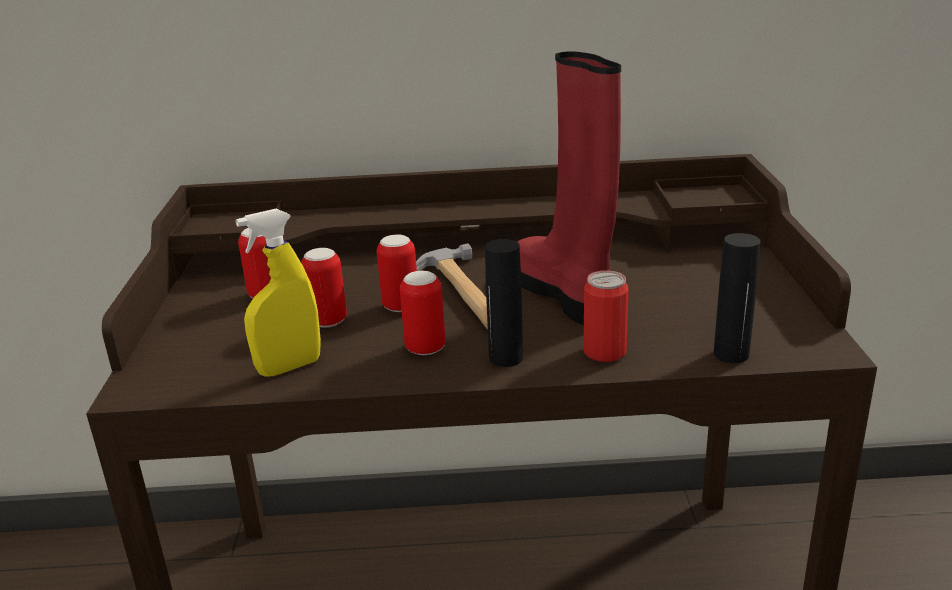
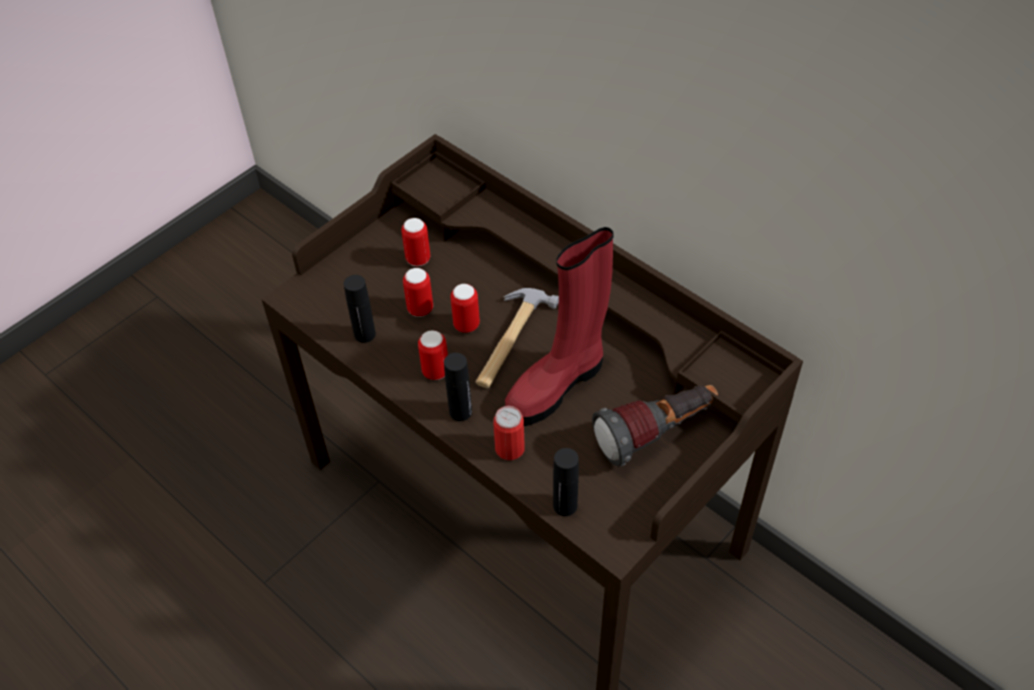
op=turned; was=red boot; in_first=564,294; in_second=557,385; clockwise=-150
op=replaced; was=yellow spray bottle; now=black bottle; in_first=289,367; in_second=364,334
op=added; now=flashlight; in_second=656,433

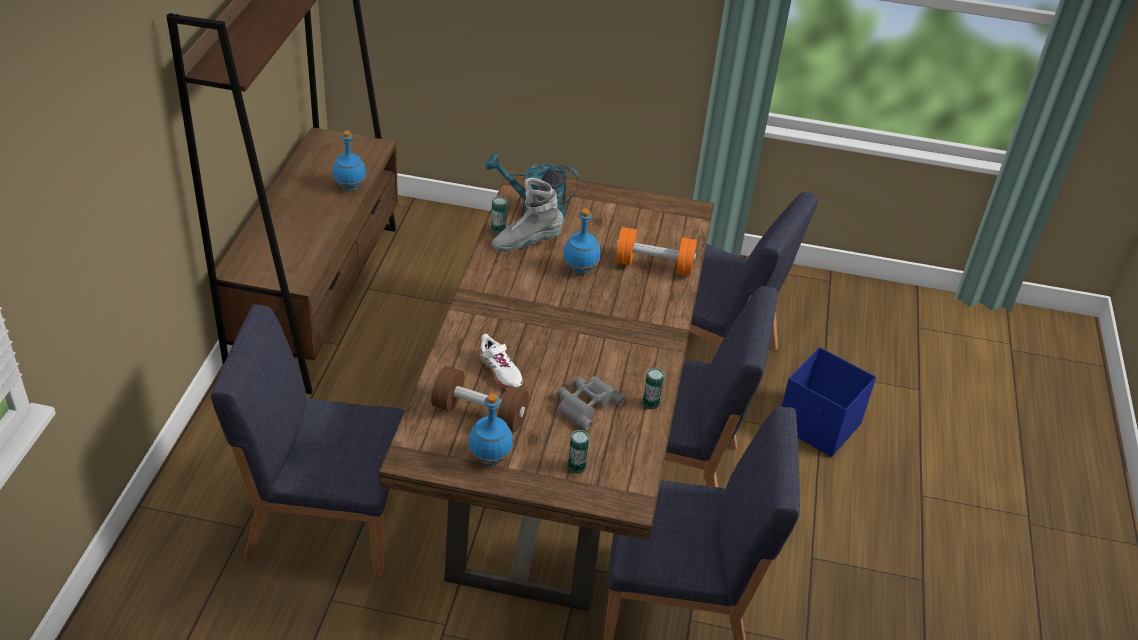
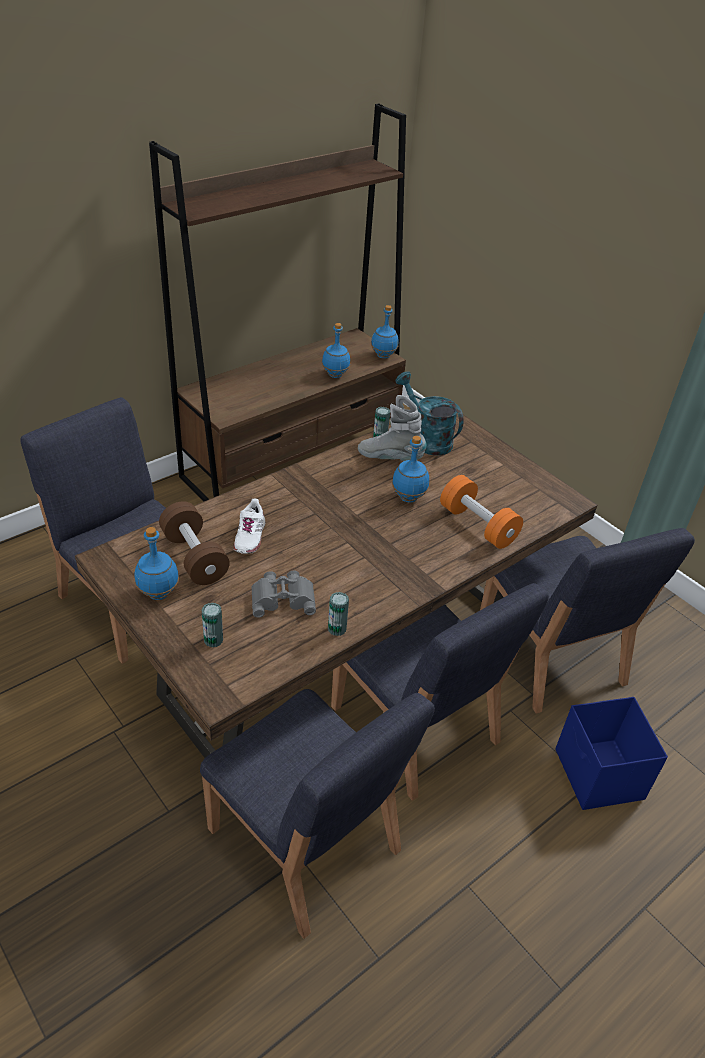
op=added; now=blue bottle; in_second=383,356

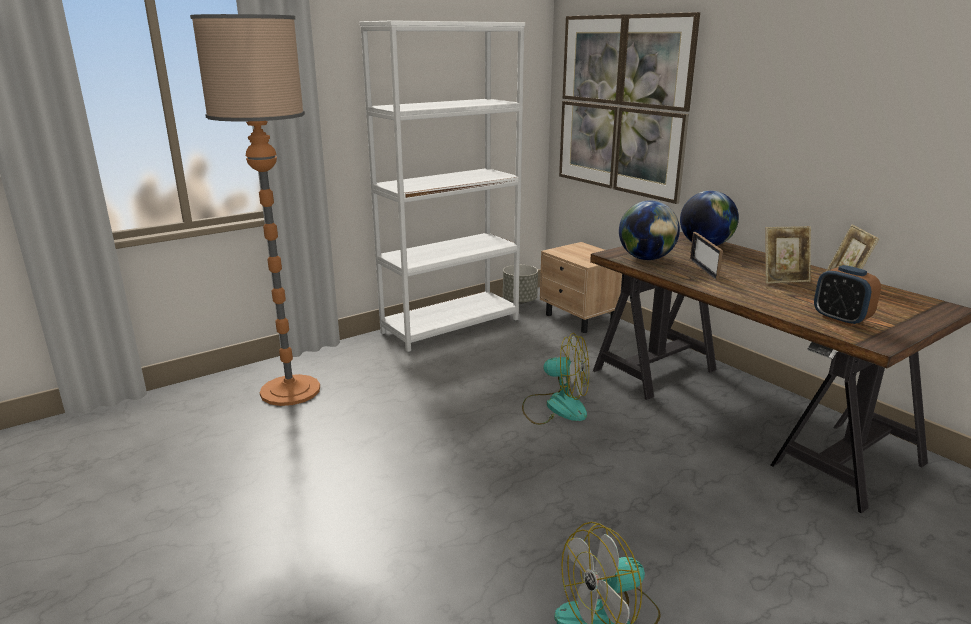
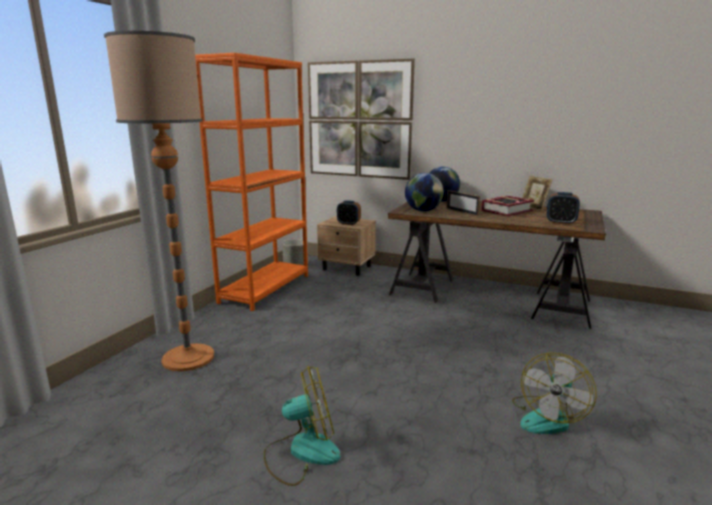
op=recoloured; was=white bookcase; now=orange bookcase; in_first=451,325; in_second=265,288
op=replaced; was=picture frame; now=book; in_first=783,280; in_second=506,210
op=moved; was=fan; in_first=556,407; in_second=302,452
op=added; now=alarm clock; in_second=348,223

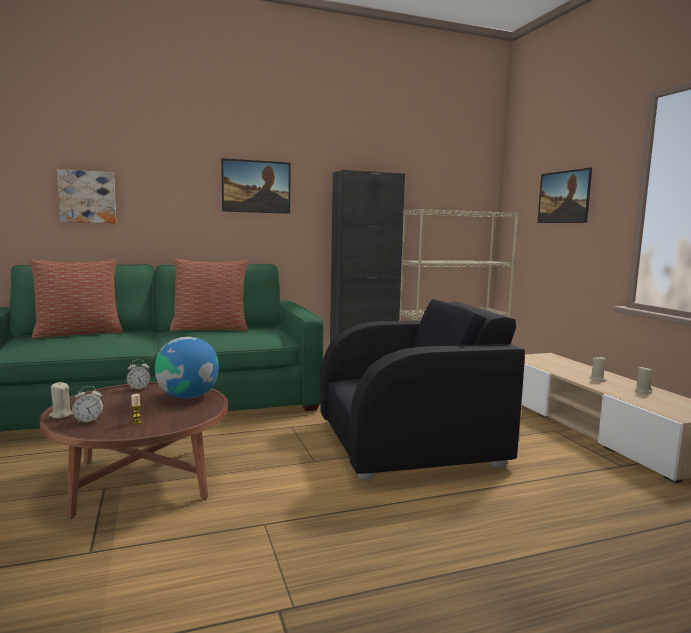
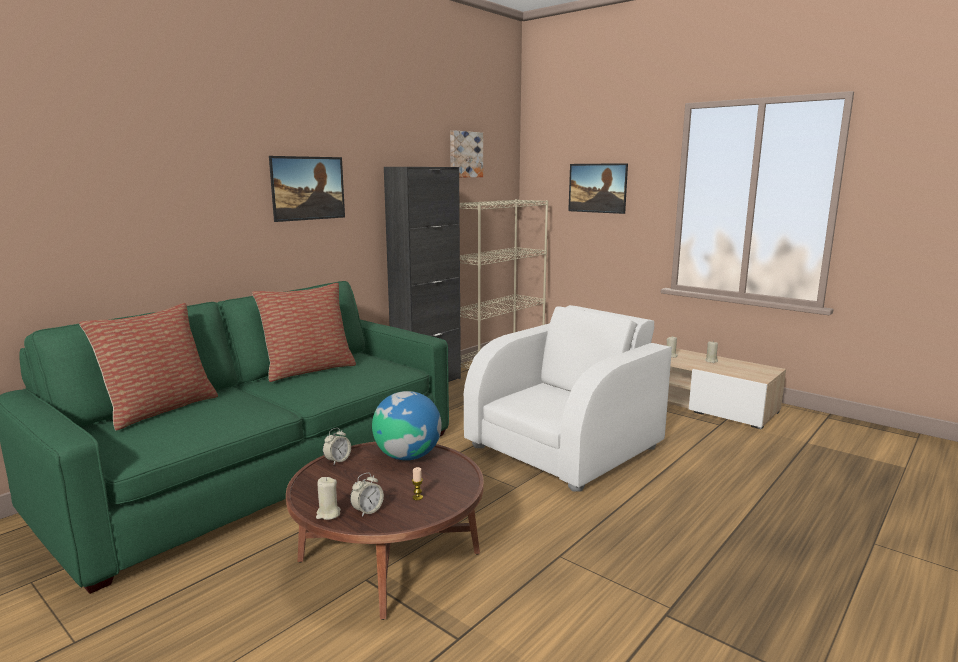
op=moved; was=picture; in_first=87,197; in_second=465,154
op=recoloured; was=black armchair; now=white armchair; in_first=410,443; in_second=565,446

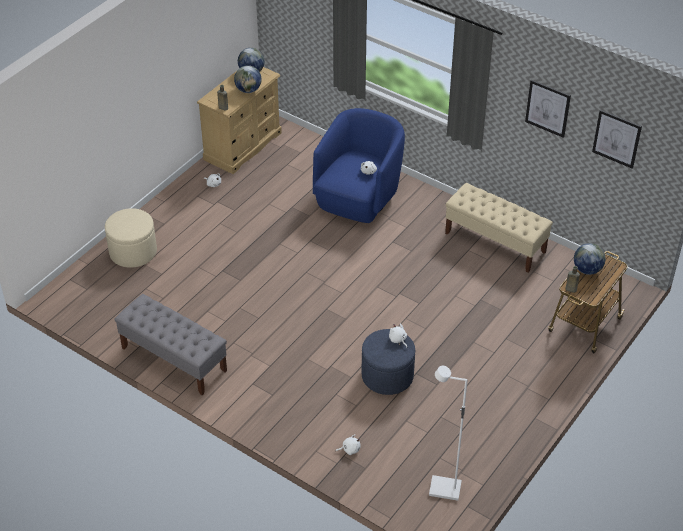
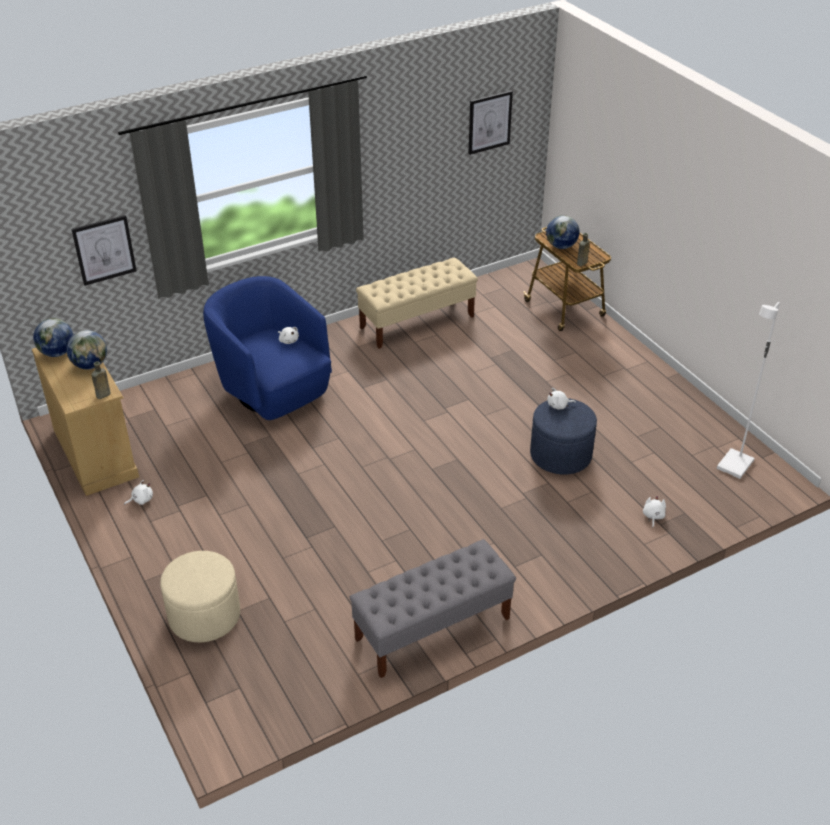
op=moved; was=picture; in_first=548,108; in_second=104,250

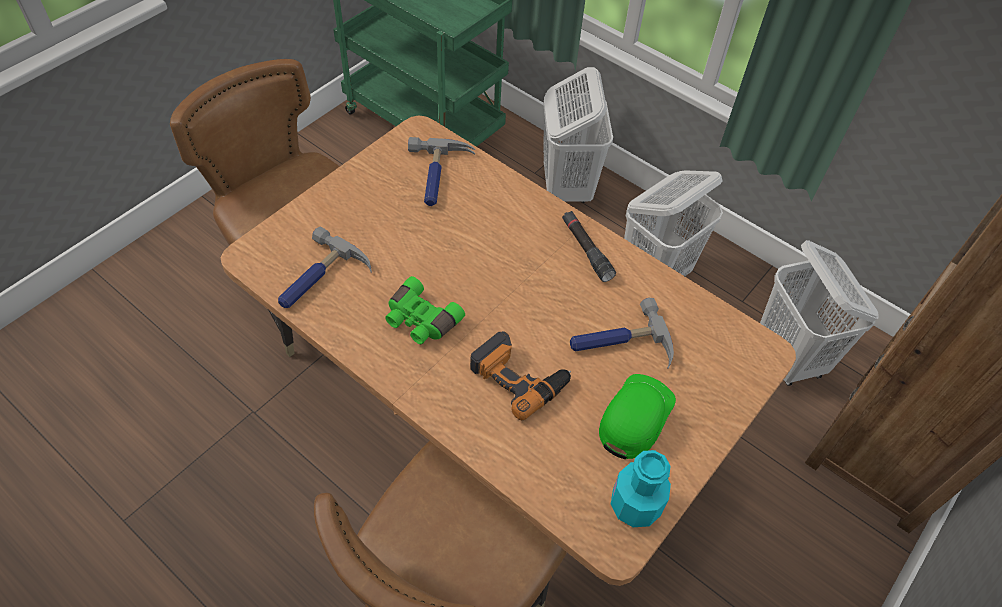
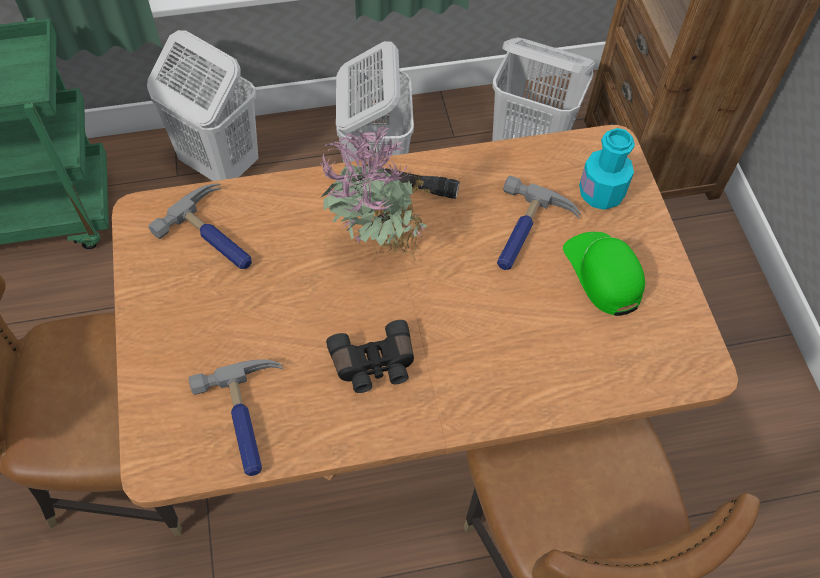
op=recoloured; was=green binoculars; now=black binoculars; in_first=420,320; in_second=374,365
op=removed; was=power drill; in_first=519,377
op=moved; was=turquoise bottle; in_first=635,505; in_second=601,193
op=added; now=potted plant; in_second=377,249

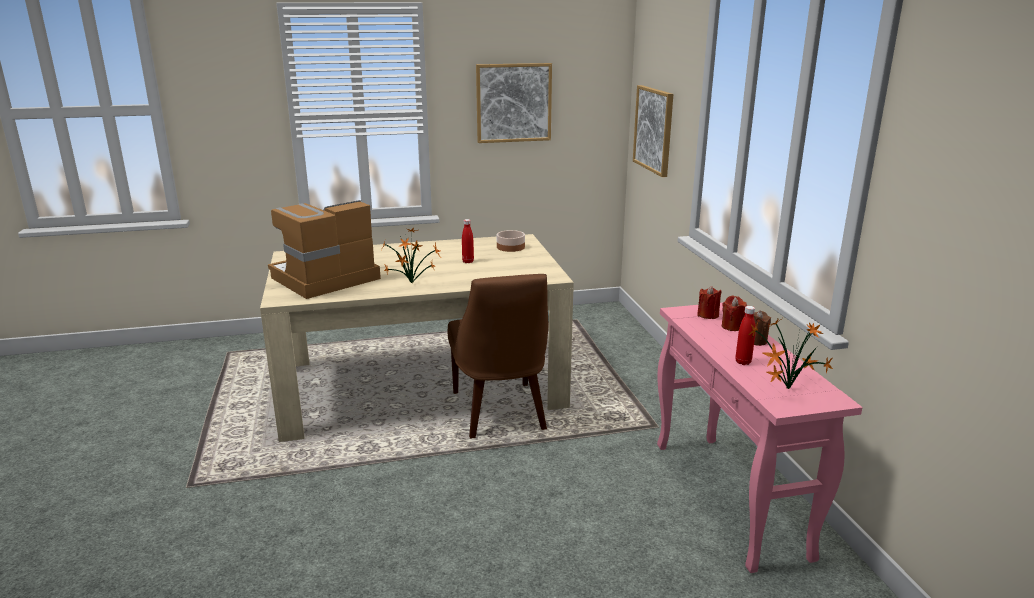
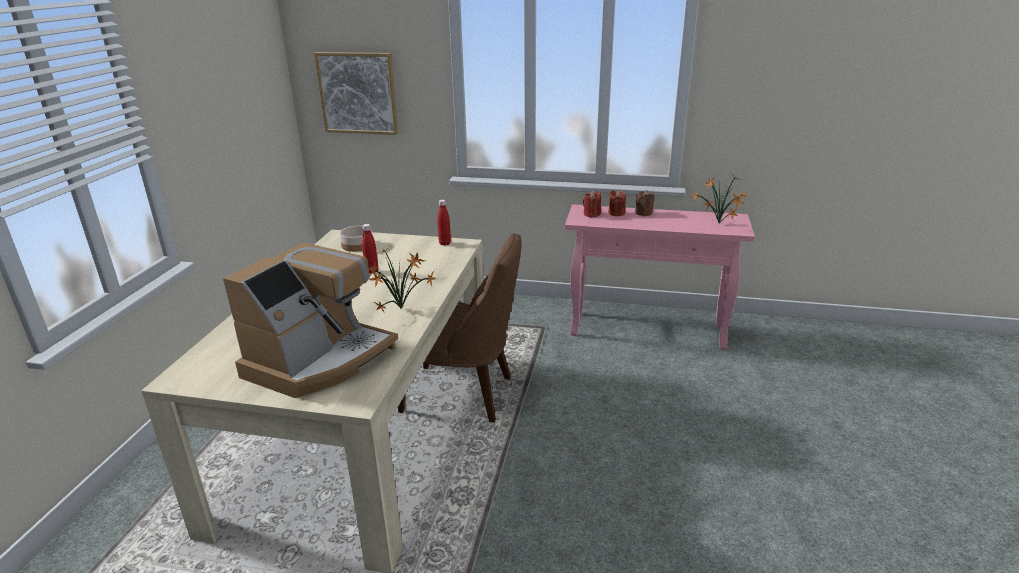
op=removed; was=picture; in_first=513,103
op=turned; was=coffee machine; in_first=324,279; in_second=320,360; clockwise=-135
op=moved; was=red bottle; in_first=743,362; in_second=445,243

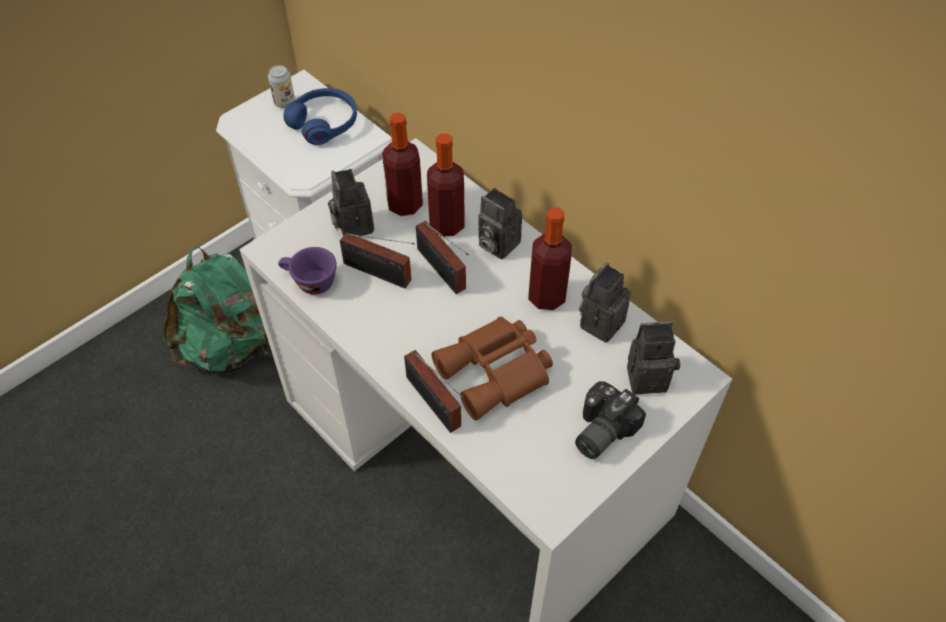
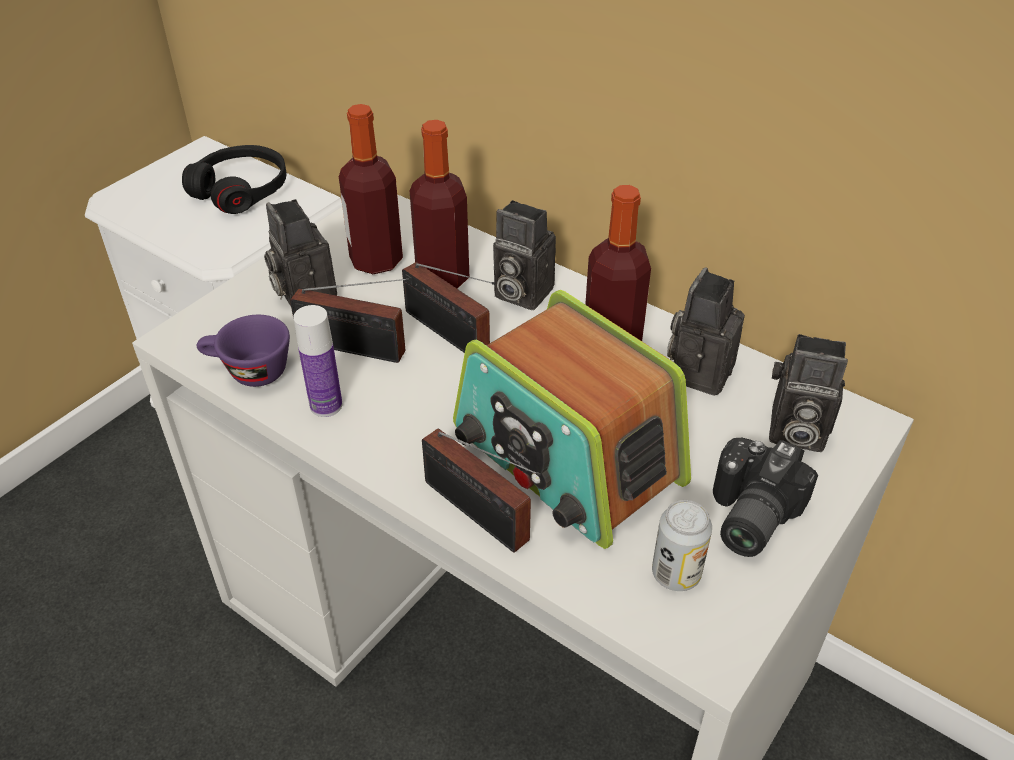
op=moved; was=can; in_first=284,102; in_second=676,574
op=recoloured; was=blue headphones; now=black headphones; in_first=324,123; in_second=241,190
op=removed; was=green backpack; in_first=234,347
op=replaced; was=brown binoculars; now=radio; in_first=497,373; in_second=566,457
op=turned; was=photo camera; in_first=648,376; in_second=793,432; clockwise=-150
op=added; now=bottle; in_second=326,405

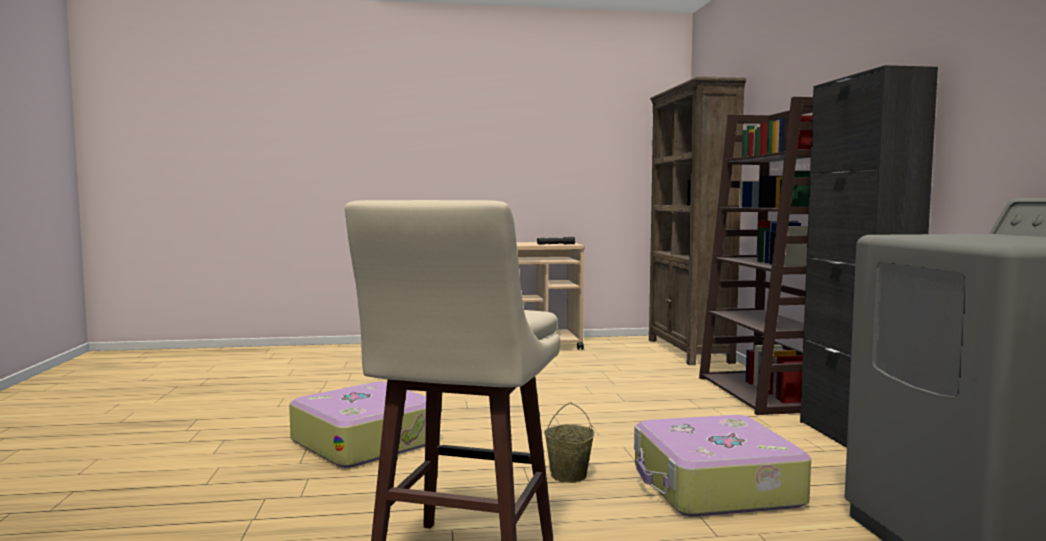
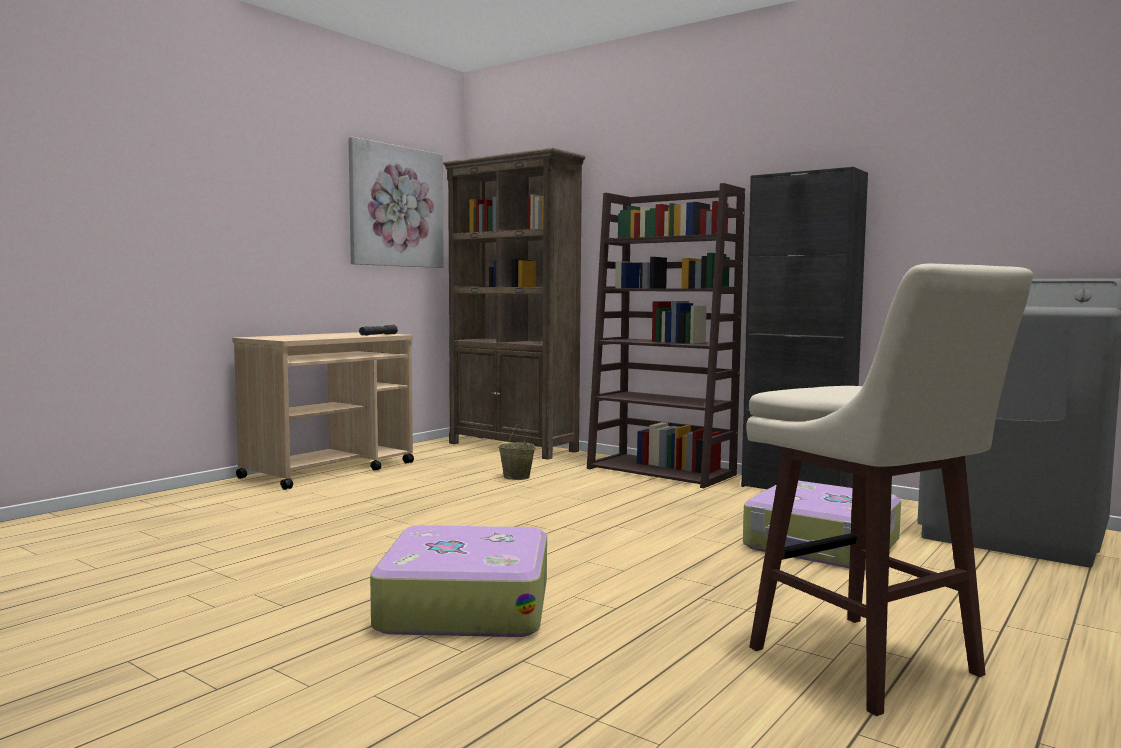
op=moved; was=beige bucket; in_first=568,476; in_second=517,477
op=added; now=picture; in_second=396,206

